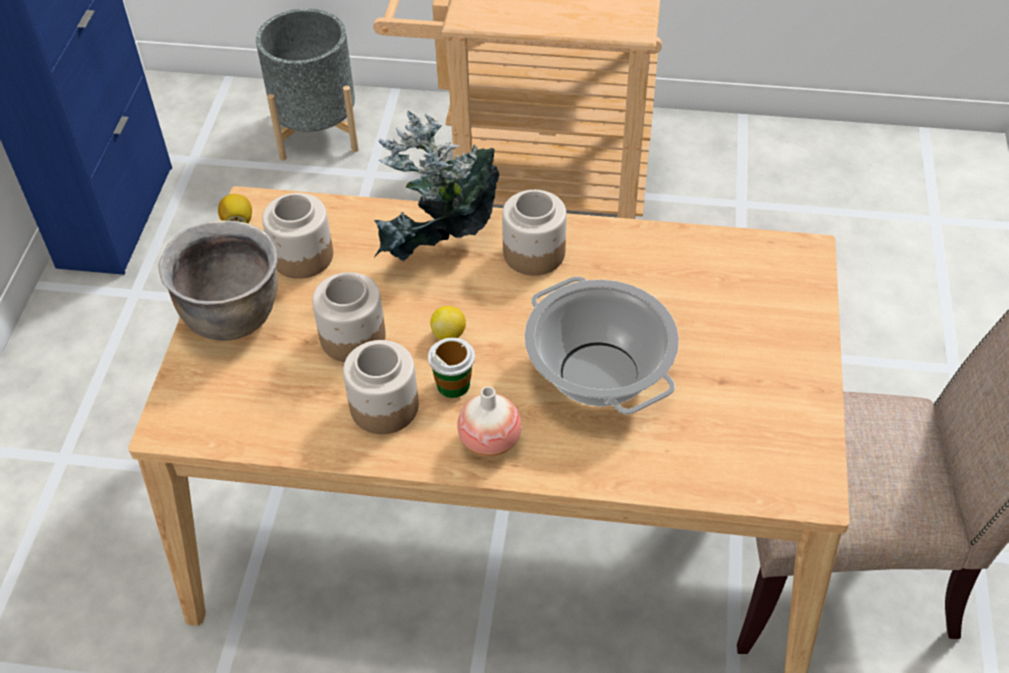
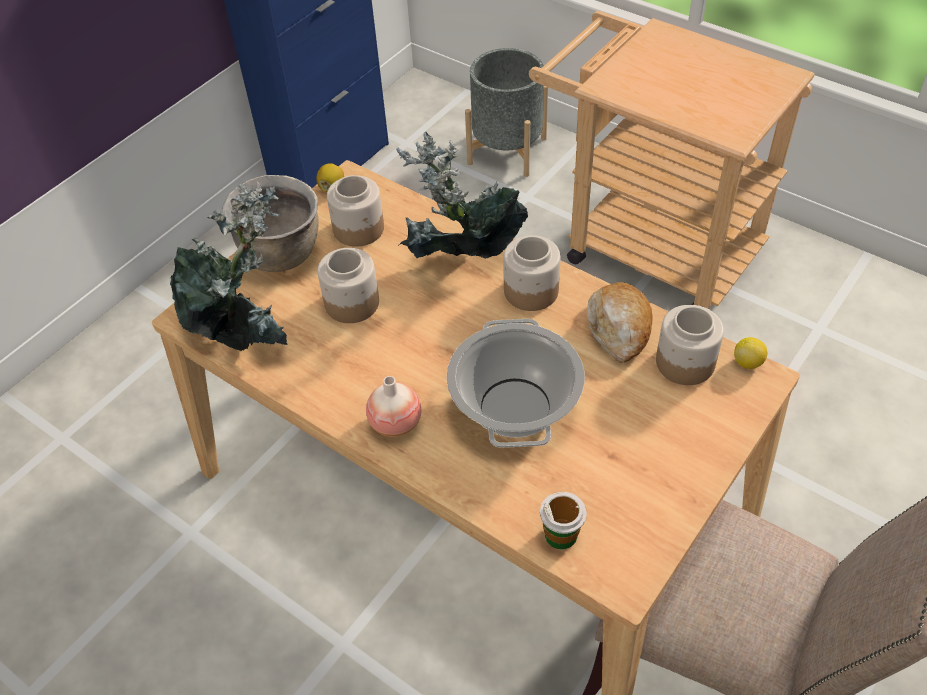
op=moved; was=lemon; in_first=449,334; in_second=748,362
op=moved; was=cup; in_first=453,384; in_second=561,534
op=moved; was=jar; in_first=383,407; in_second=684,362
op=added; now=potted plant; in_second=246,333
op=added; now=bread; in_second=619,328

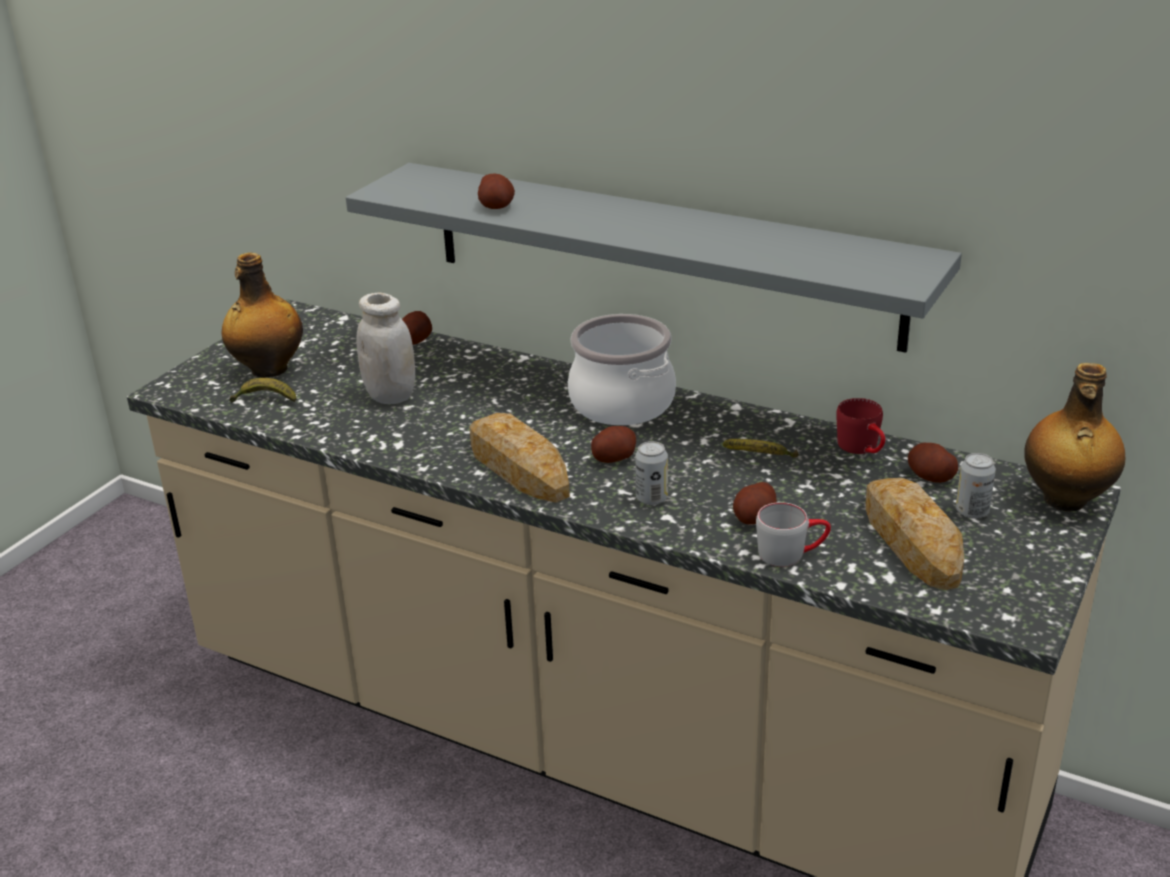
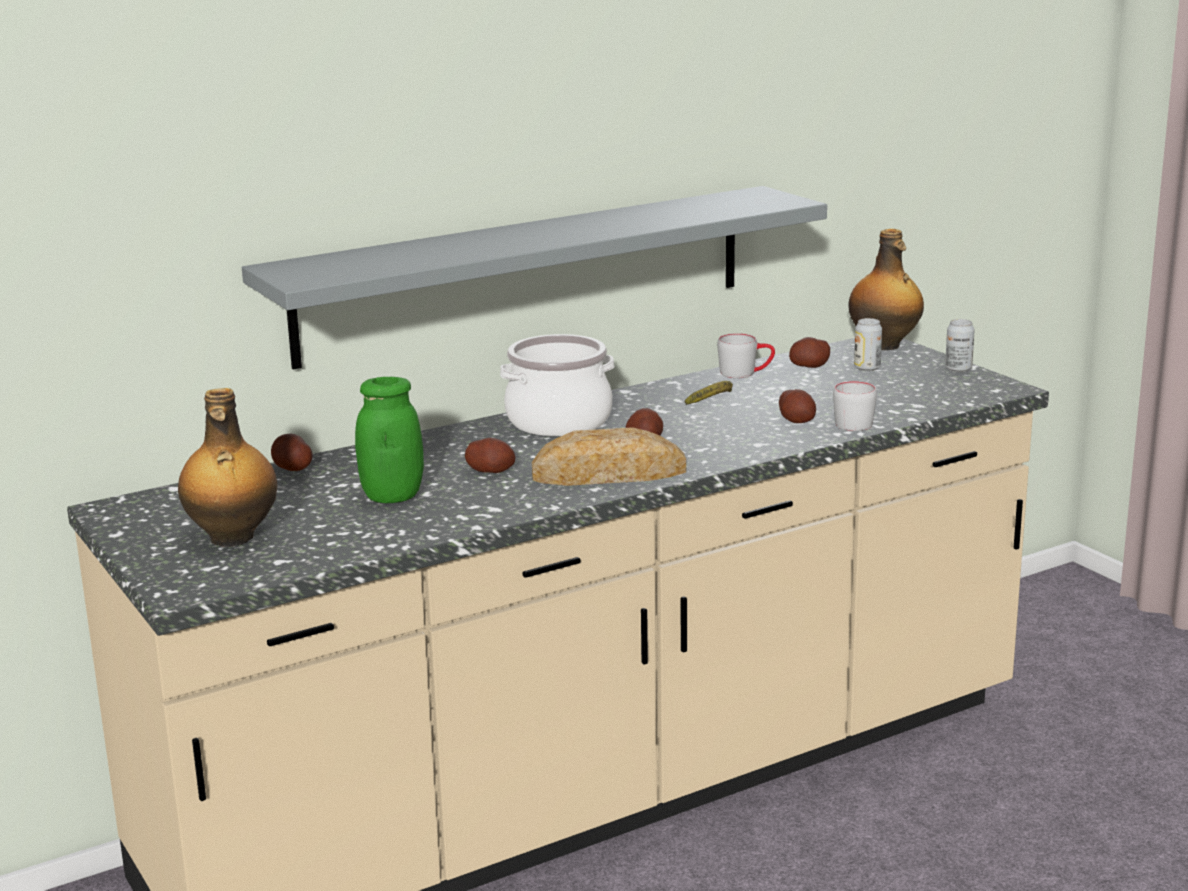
op=moved; was=potato; in_first=496,206; in_second=491,471
op=recoloured; was=white jar; now=green jar; in_first=390,396; in_second=392,496
op=removed; was=banana; in_first=265,400
op=recoloured; was=red mug; now=grey mug; in_first=863,448; in_second=745,373
op=moved; was=can; in_first=651,498; in_second=958,369
op=removed; was=bread; in_first=911,540

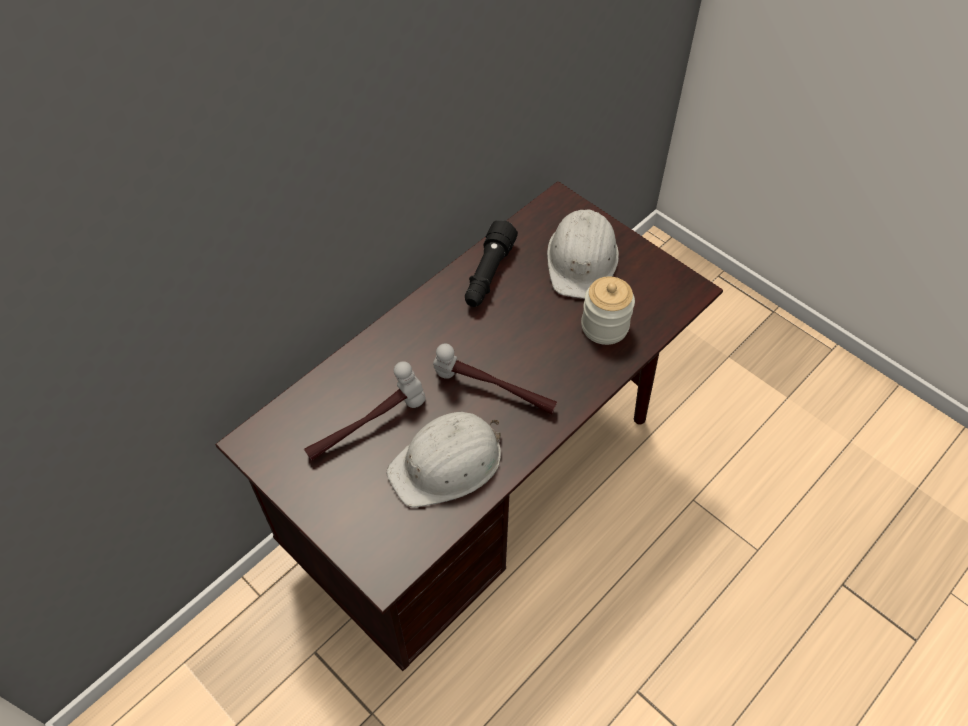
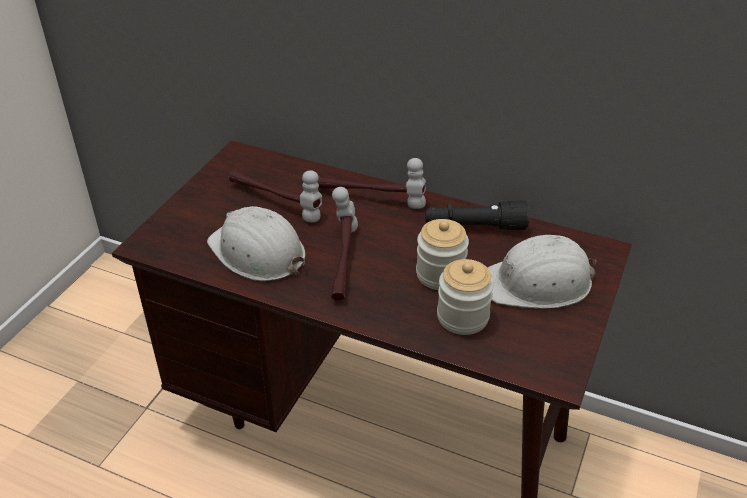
op=added; now=hammer; in_second=370,197
op=added; now=jar; in_second=440,274

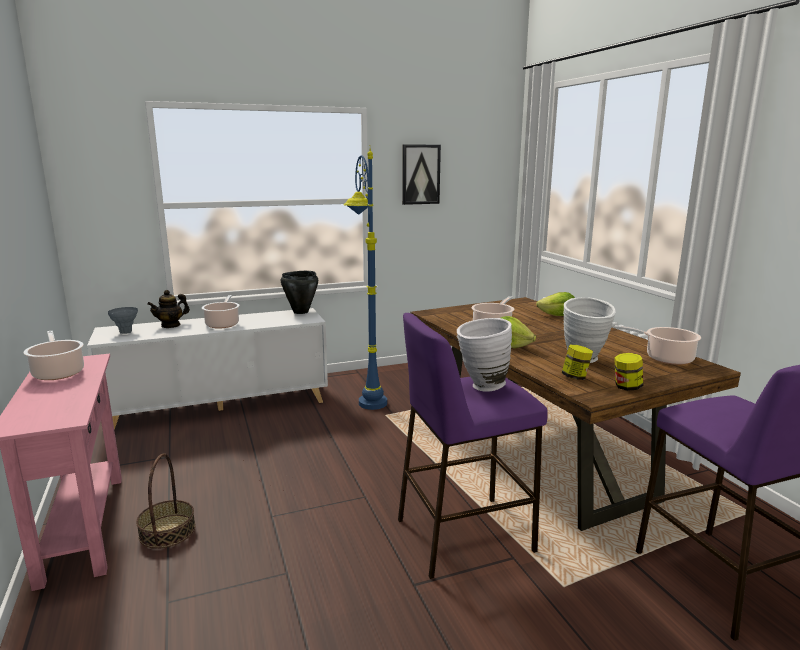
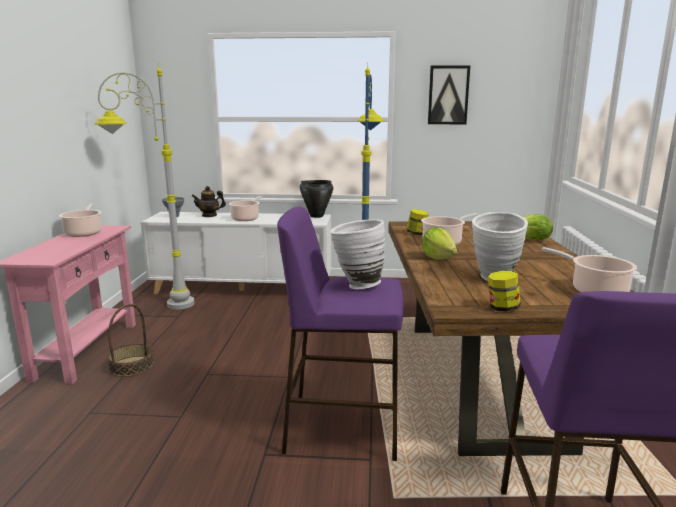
op=moved; was=jar; in_first=575,377; in_second=416,233
op=added; now=grey floor lamp; in_second=156,307

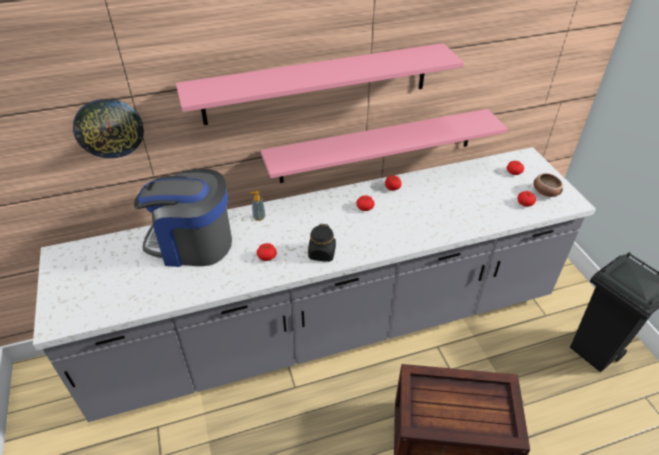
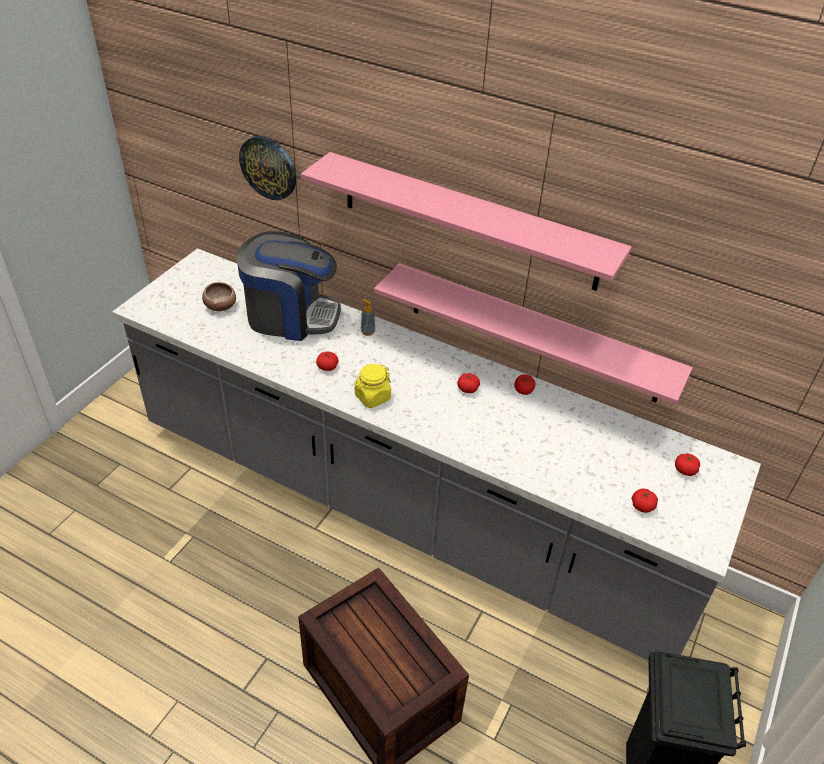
op=turned; was=coffee machine; in_first=192,243; in_second=290,316; clockwise=135
op=moved; was=bowl; in_first=544,192; in_second=220,305
op=recoloured; was=black jar; now=yellow jar; in_first=322,253; in_second=372,397

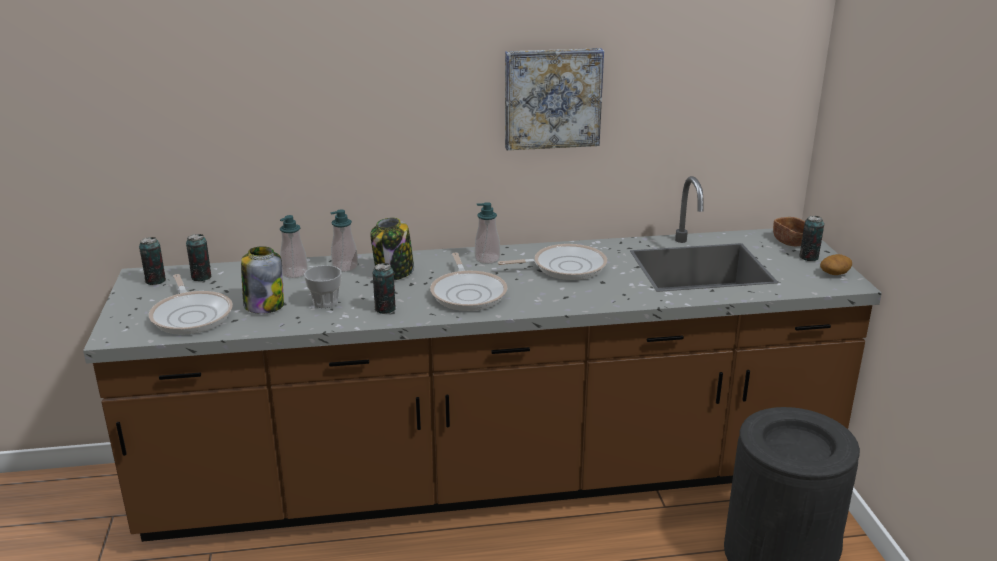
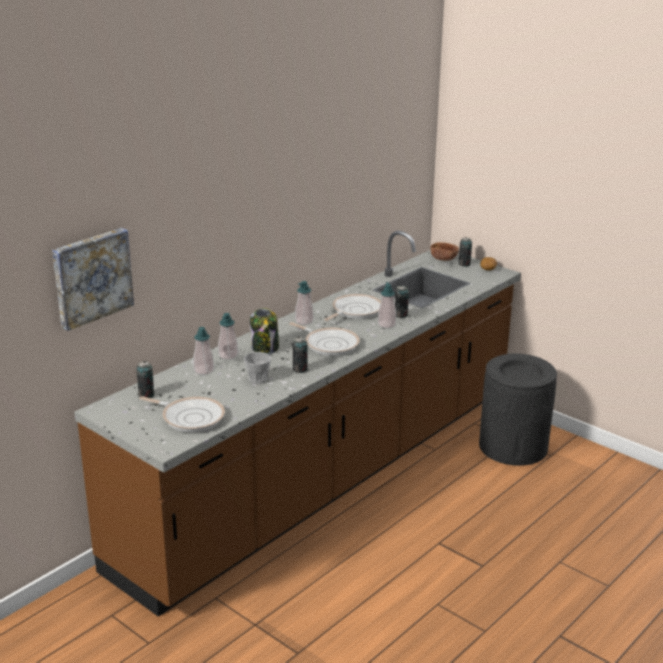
op=moved; was=picture; in_first=552,98; in_second=91,277
op=moved; was=can; in_first=155,281; in_second=401,315
op=removed; was=jar; in_first=264,305
op=added; now=soap dispenser; in_second=386,324

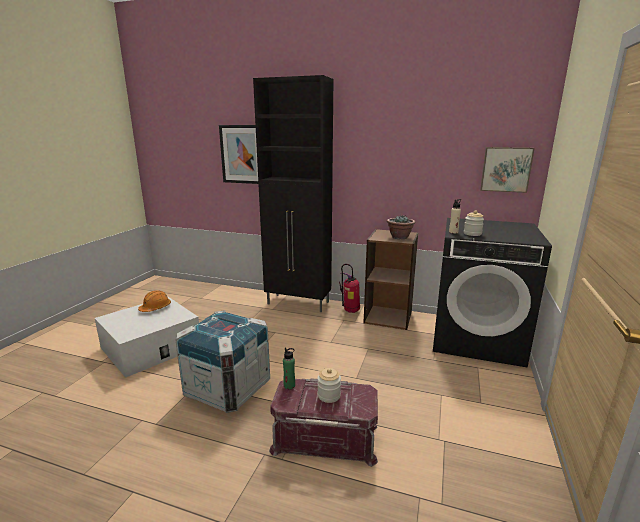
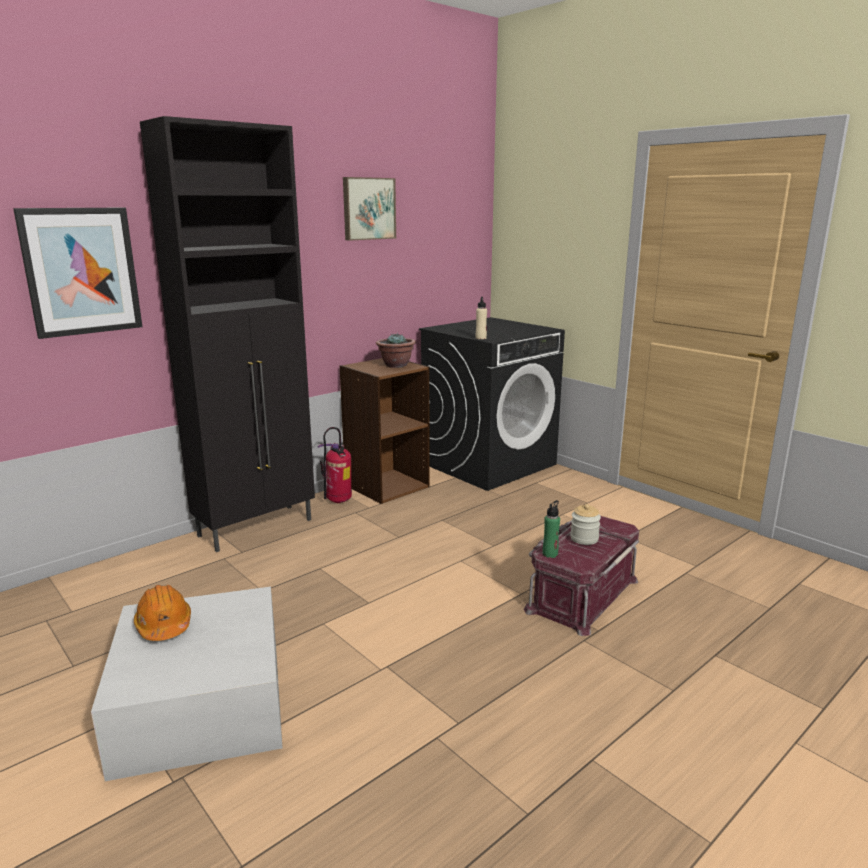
op=moved; was=picture; in_first=506,169; in_second=368,208
op=removed; was=jar; in_first=472,234
op=removed; was=crate; in_first=228,388

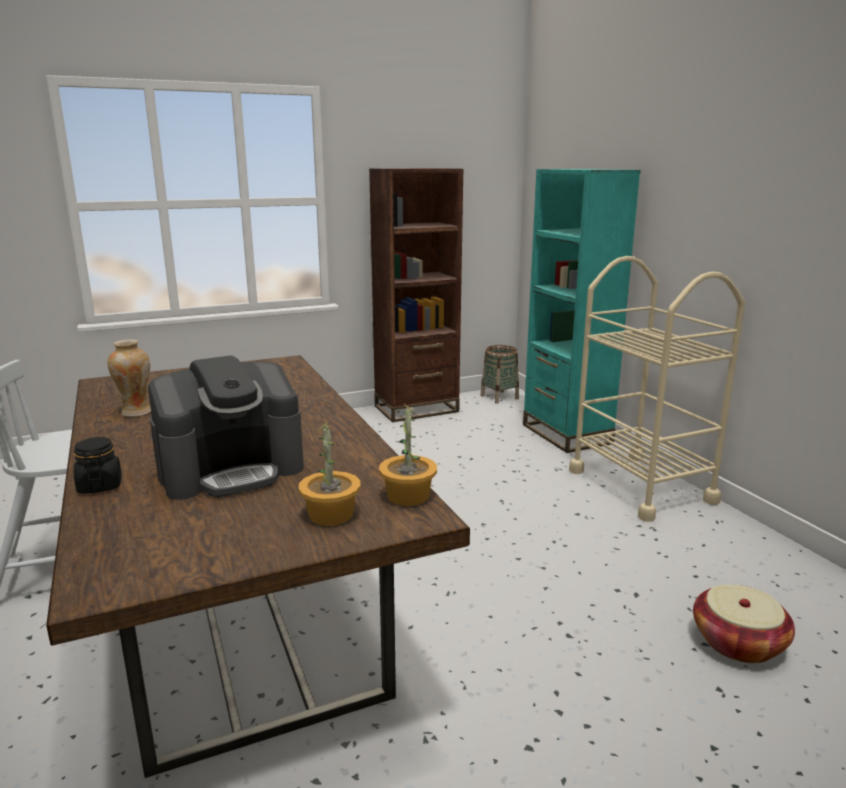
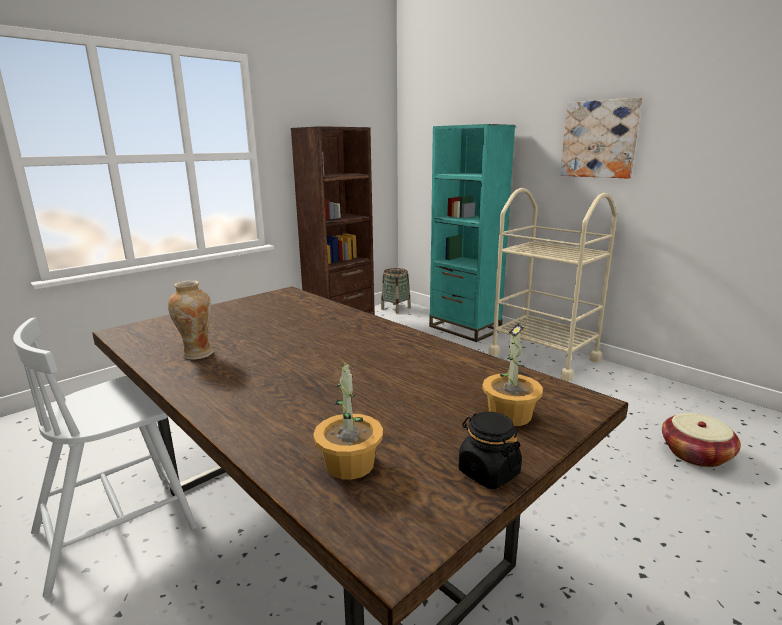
op=removed; was=coffee machine; in_first=231,470
op=moved; was=potted plant; in_first=407,496; in_second=349,464
op=moved; was=black jar; in_first=100,486; in_second=488,472
op=added; now=picture; in_second=599,139

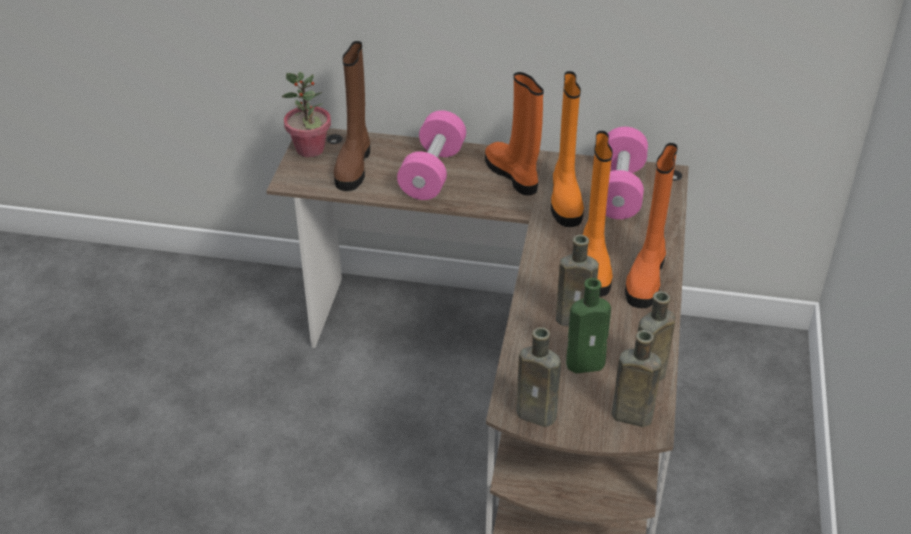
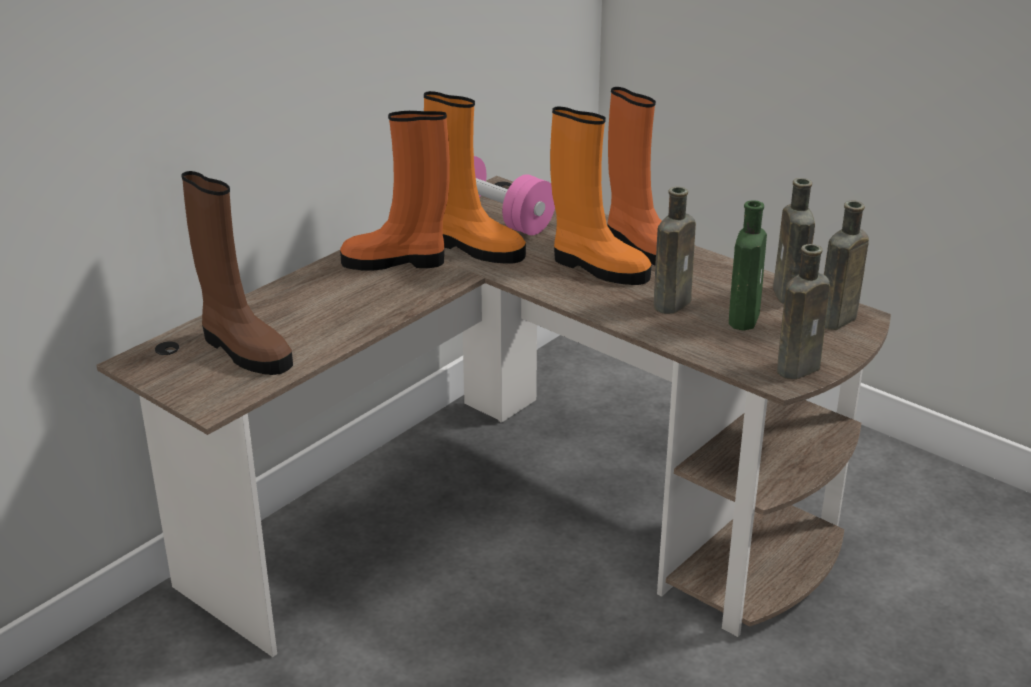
op=removed; was=potted plant; in_first=310,149
op=removed; was=pink dumbbell; in_first=432,172

